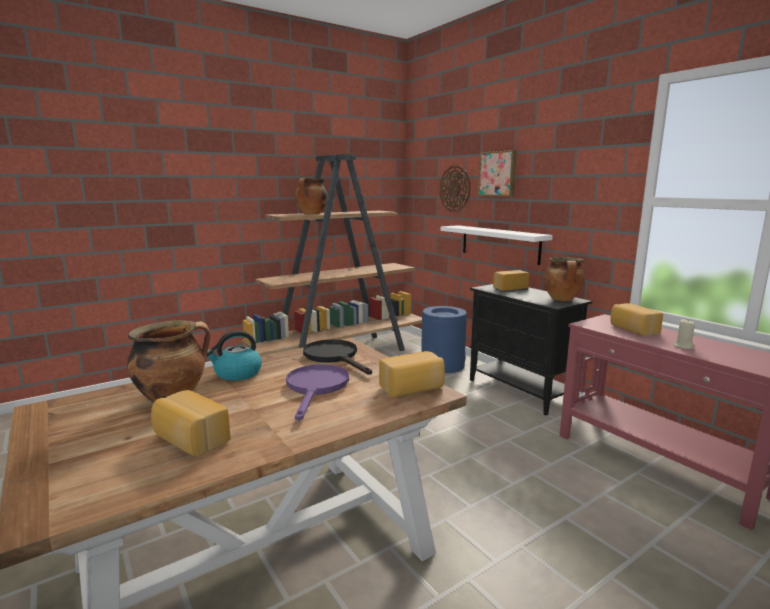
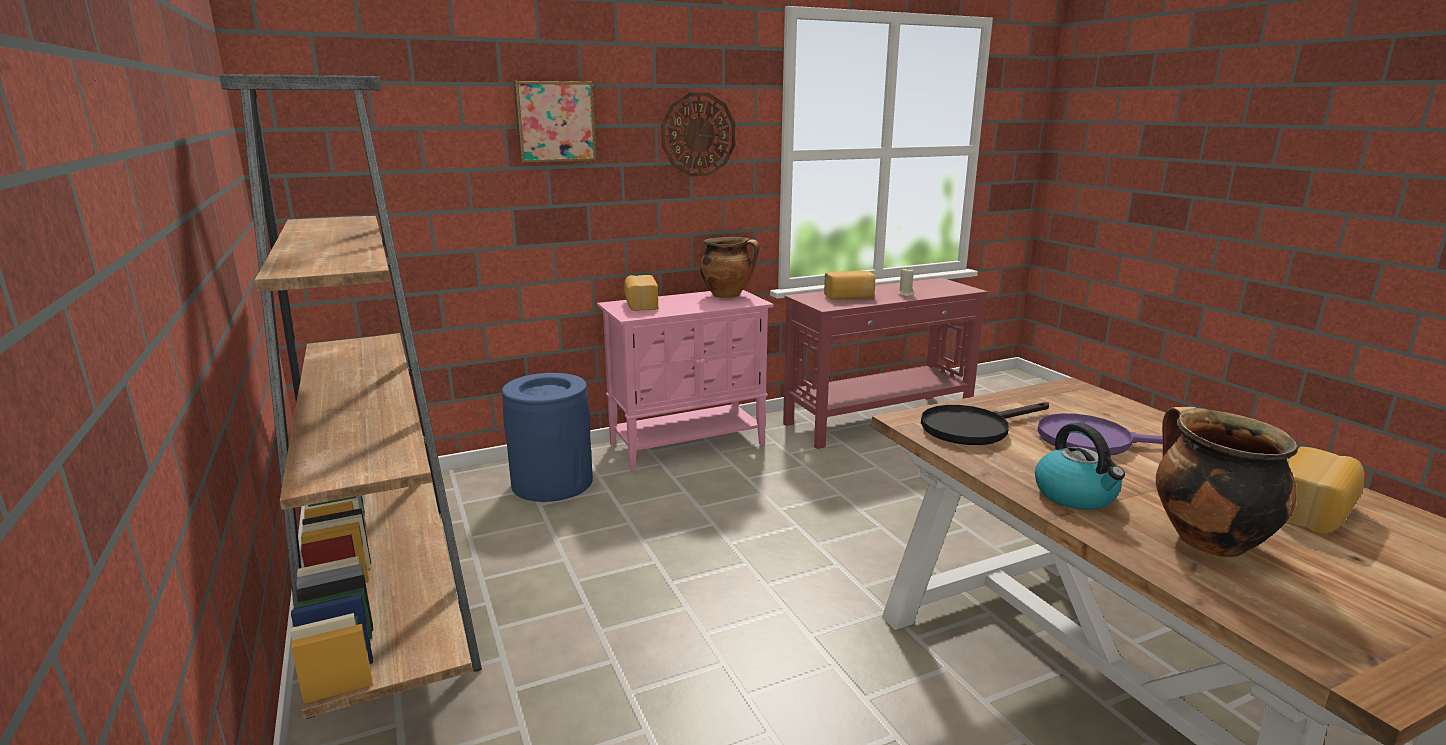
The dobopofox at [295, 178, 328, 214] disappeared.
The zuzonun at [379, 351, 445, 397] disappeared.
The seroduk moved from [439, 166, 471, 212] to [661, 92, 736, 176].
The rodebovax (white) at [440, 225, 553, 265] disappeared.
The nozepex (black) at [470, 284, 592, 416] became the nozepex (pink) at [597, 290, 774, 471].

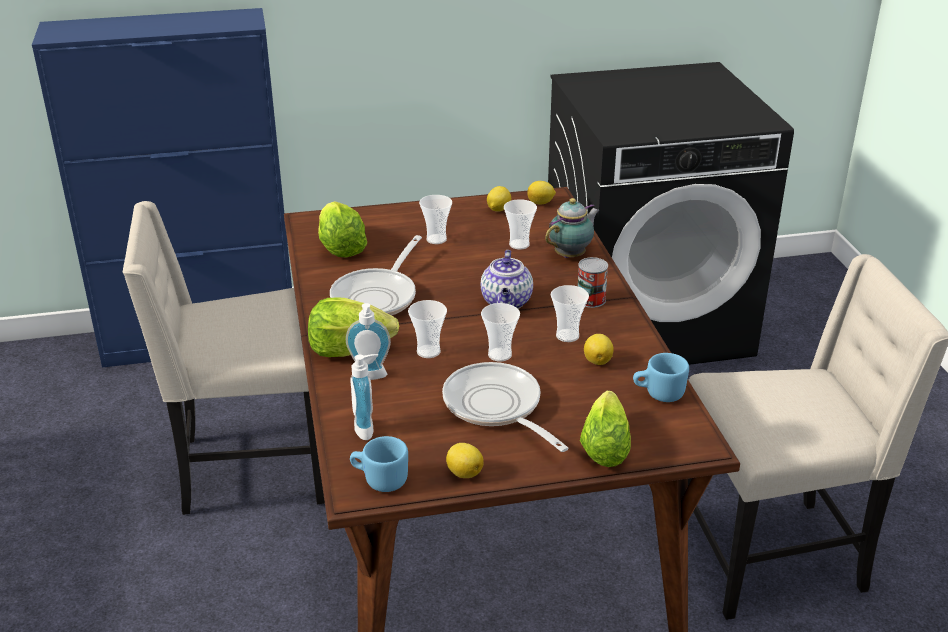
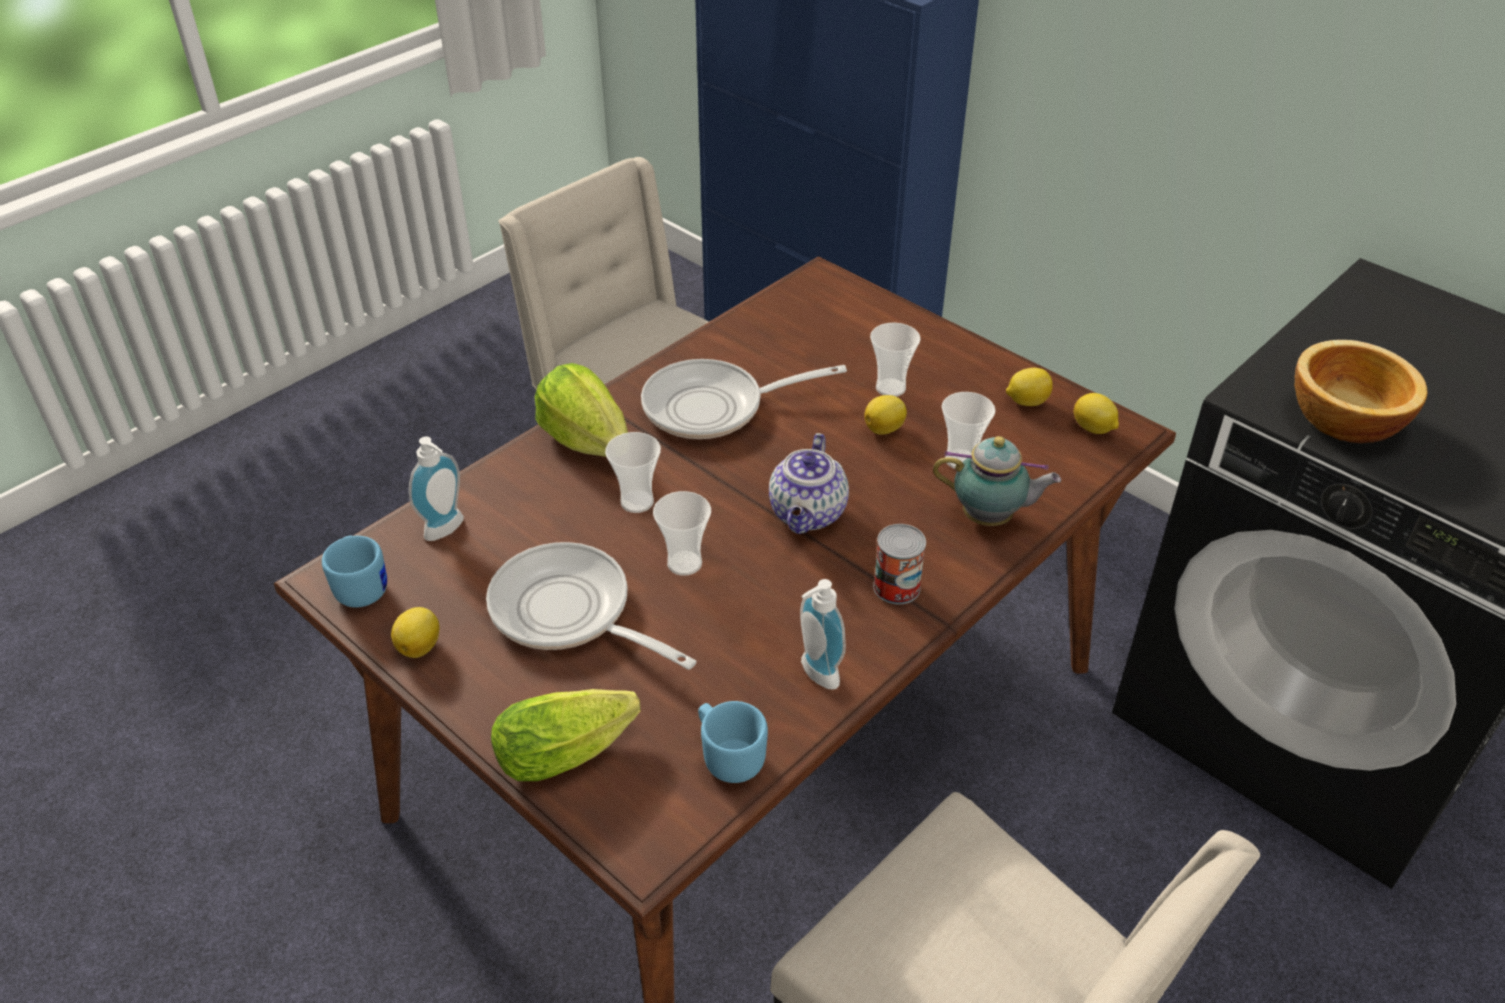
The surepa at [318, 201, 367, 257] disappeared.
The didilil moved from [346, 303, 391, 380] to [800, 579, 846, 690].
The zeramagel at [442, 362, 568, 452] turned 75 degrees counterclockwise.
The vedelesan at [481, 250, 533, 309] turned 45 degrees counterclockwise.
The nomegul at [551, 285, 589, 342] disappeared.
The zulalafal moved from [584, 334, 614, 365] to [864, 395, 907, 435].
The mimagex at [1294, 340, 1428, 443] appeared.

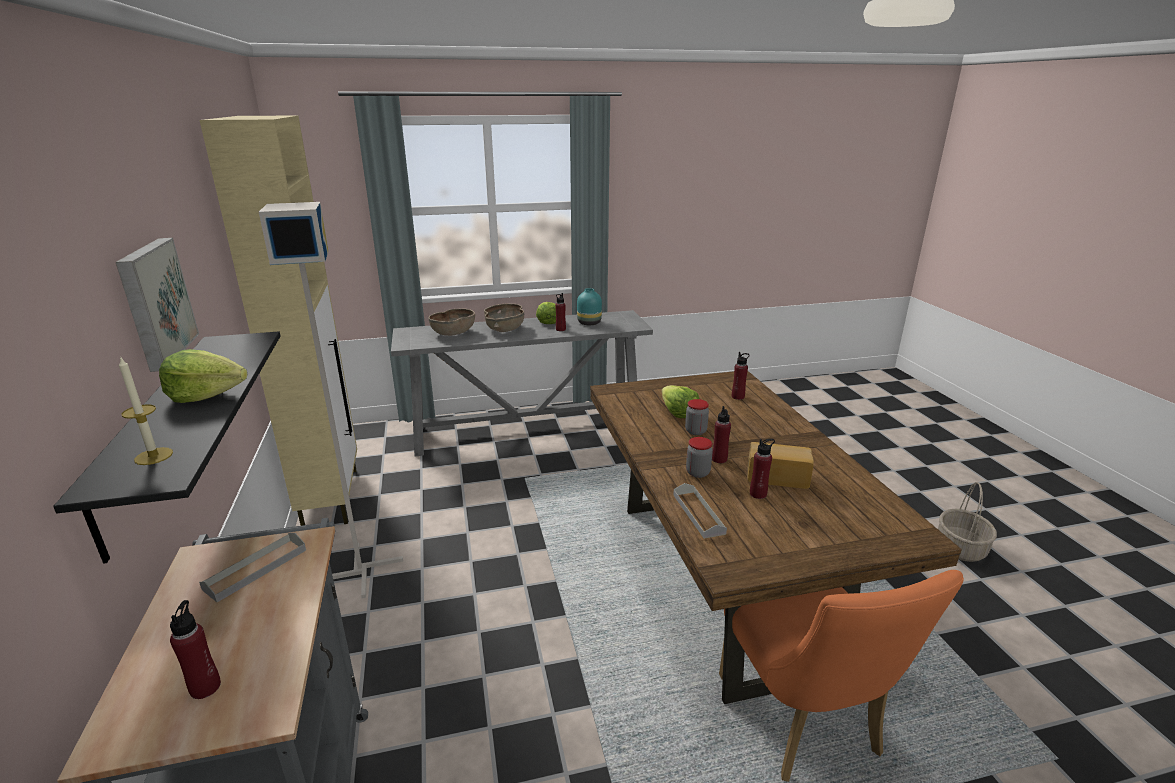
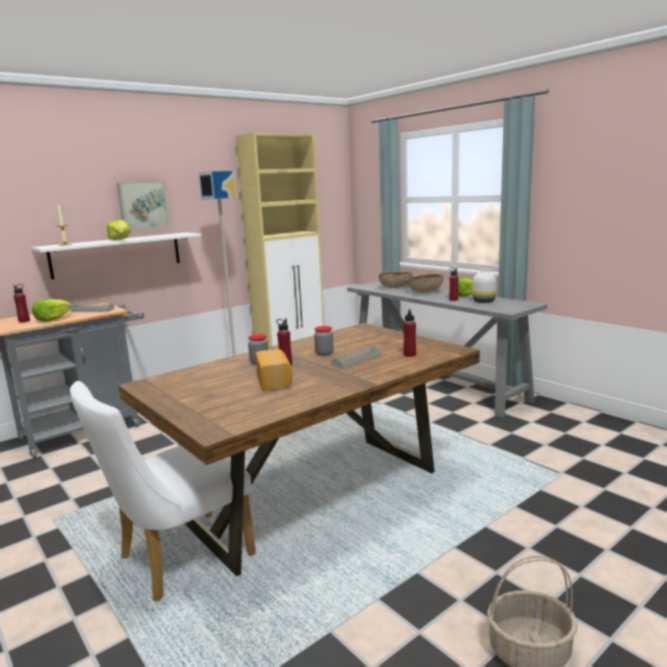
The rodebovax (black) at [53, 331, 281, 564] became the rodebovax (white) at [31, 232, 201, 279].
The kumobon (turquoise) at [577, 288, 602, 325] became the kumobon (white) at [473, 269, 496, 303].
The surepa moved from [662, 385, 699, 418] to [32, 299, 71, 322].
The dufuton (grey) moved from [673, 483, 727, 539] to [331, 346, 381, 369].
The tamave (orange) at [719, 570, 964, 782] became the tamave (white) at [70, 381, 256, 602].
The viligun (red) at [750, 439, 775, 499] disappeared.

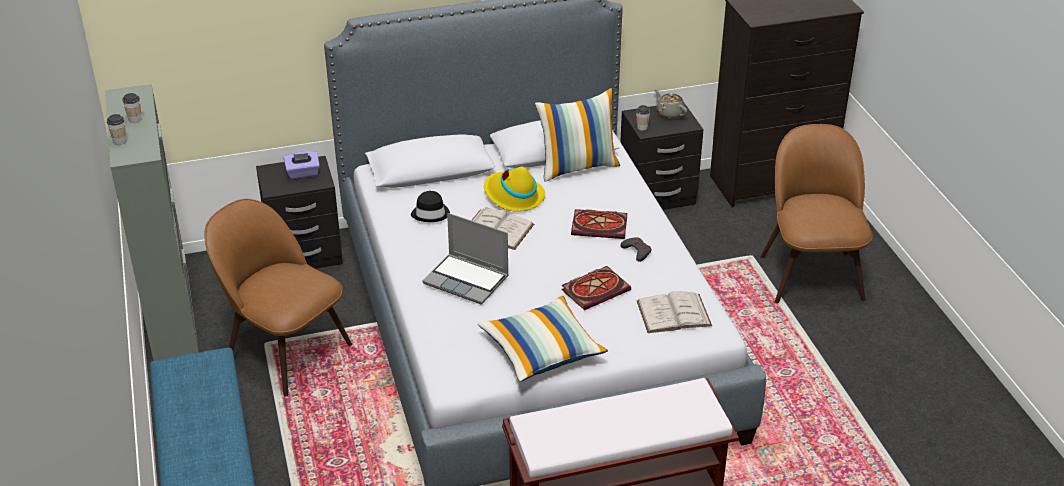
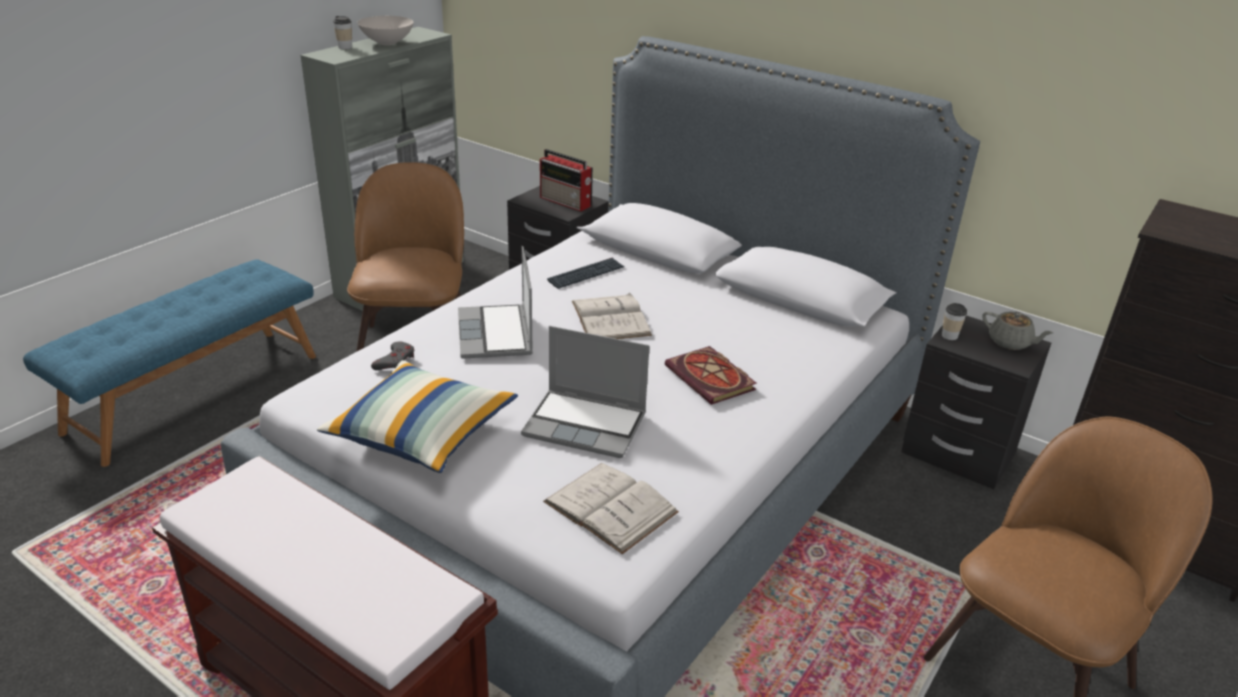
The nomegul at [122, 93, 142, 123] was replaced by the mimagex (white) at [357, 16, 414, 45].
The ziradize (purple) at [283, 151, 320, 179] was replaced by the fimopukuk at [540, 149, 593, 212].
The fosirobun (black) at [411, 191, 450, 222] was replaced by the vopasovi at [547, 258, 624, 289].
The fosirobun (yellow) at [484, 167, 545, 212] disappeared.
The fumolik at [535, 88, 620, 182] disappeared.
The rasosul at [561, 266, 631, 310] was replaced by the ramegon at [521, 326, 650, 458].
The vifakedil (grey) moved from [620, 237, 652, 262] to [371, 341, 414, 370].
The vedelesan (grey) at [654, 89, 687, 119] turned 120 degrees clockwise.

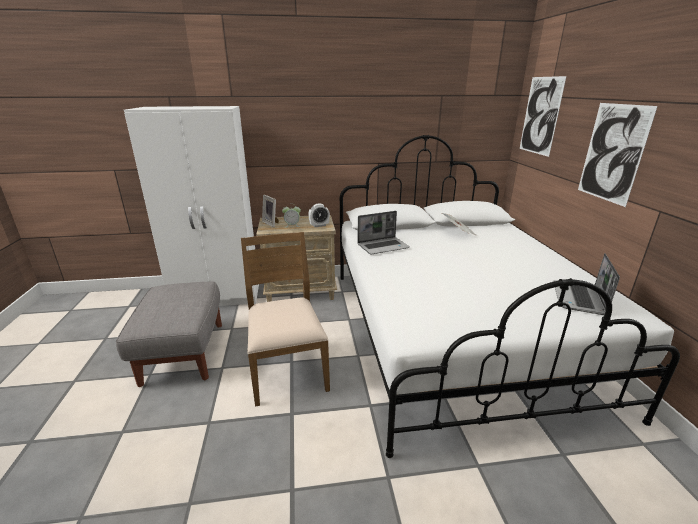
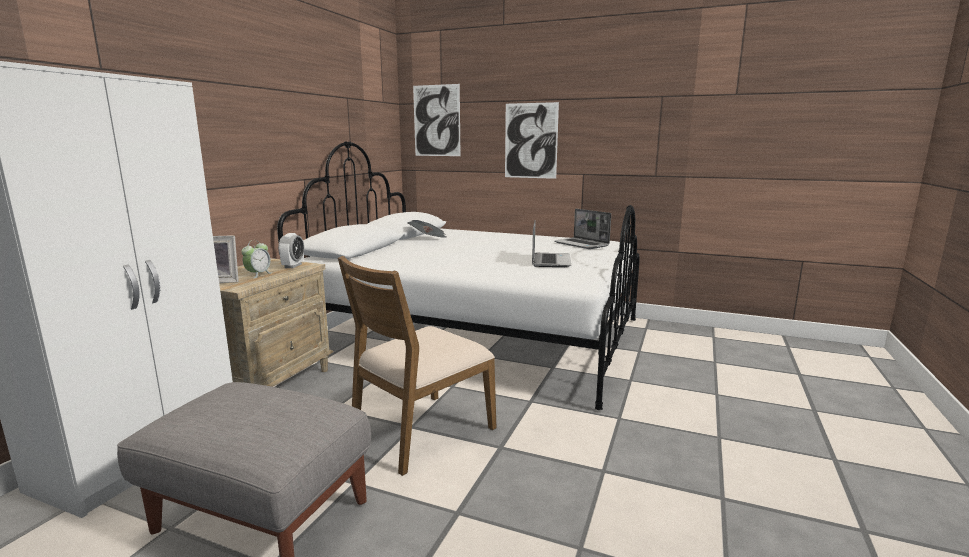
The tamave (brown) at [241, 232, 330, 407] turned 60 degrees counterclockwise.
The ramegon moved from [357, 211, 410, 254] to [532, 220, 571, 267].

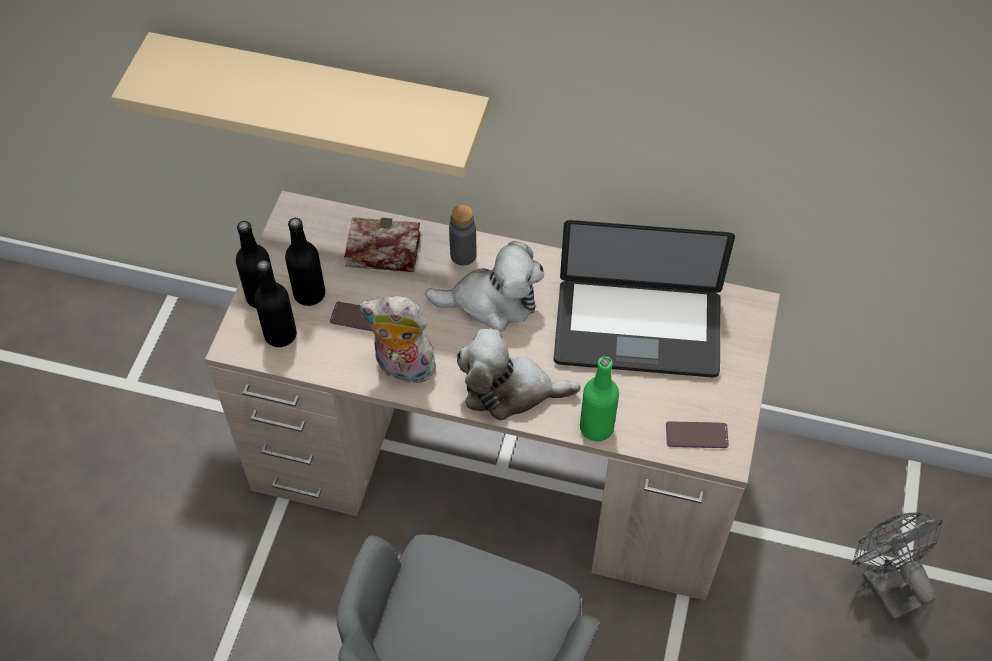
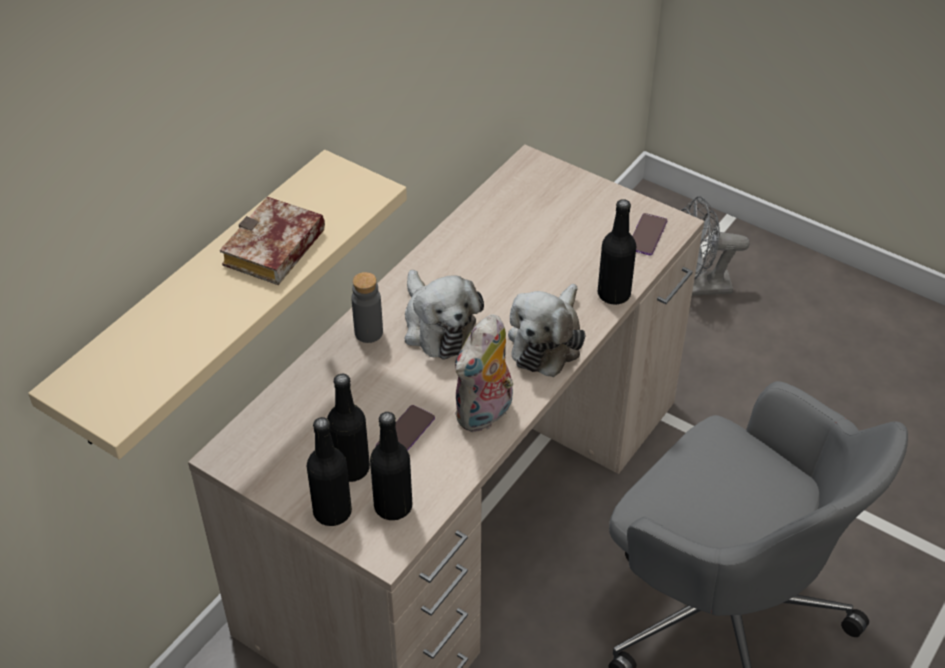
The rasosul moved from [344, 217, 421, 272] to [220, 197, 325, 285].
The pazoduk at [425, 241, 544, 332] turned 135 degrees clockwise.
The ramegon at [554, 220, 735, 377] disappeared.
The viligun (green) at [580, 356, 619, 441] became the viligun (black) at [598, 199, 636, 305].

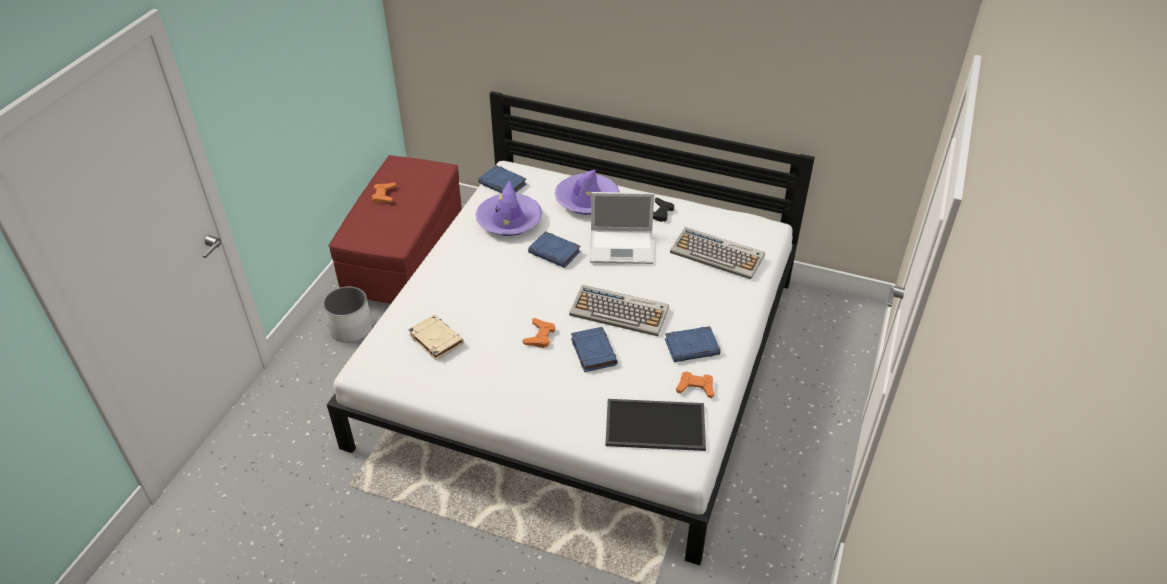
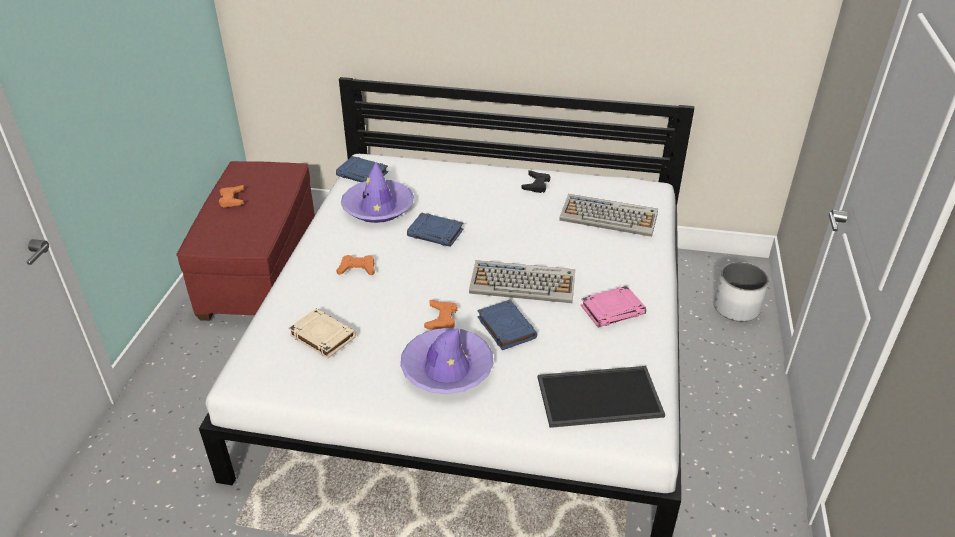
The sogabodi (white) moved from [323, 286, 372, 342] to [714, 262, 769, 322].
The fosirobun (purple) moved from [555, 170, 620, 215] to [401, 328, 494, 394].
The ramegon at [590, 192, 654, 264] disappeared.
The rasosul (blue) at [665, 326, 720, 362] became the rasosul (pink) at [581, 286, 646, 328].
The vifakedil (orange) moved from [676, 372, 714, 398] to [336, 255, 375, 275].

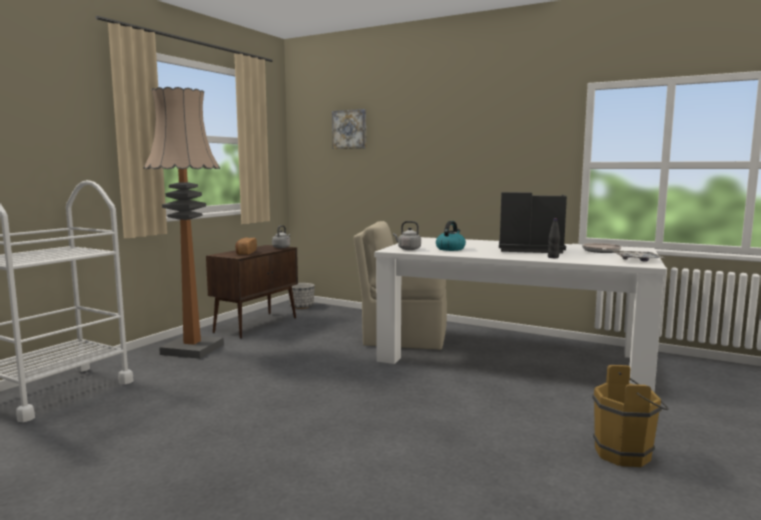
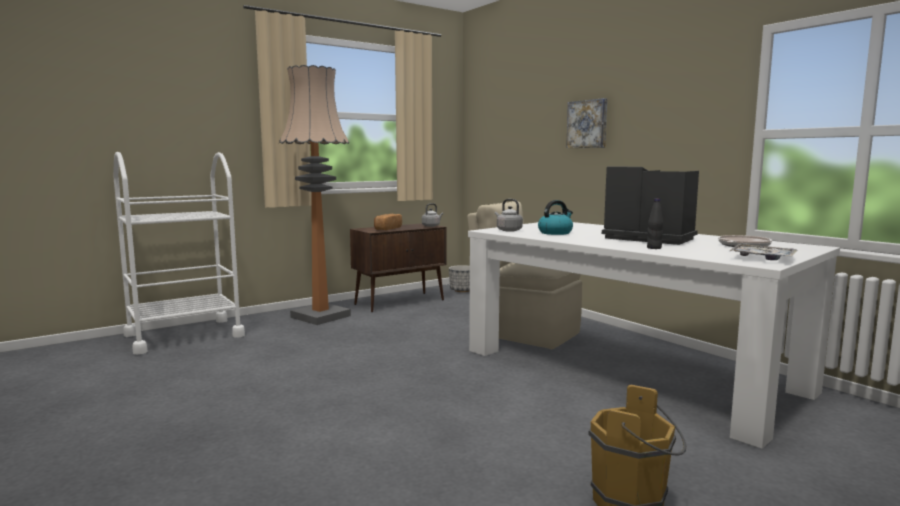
The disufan moved from [332, 109, 366, 149] to [566, 98, 607, 148].

